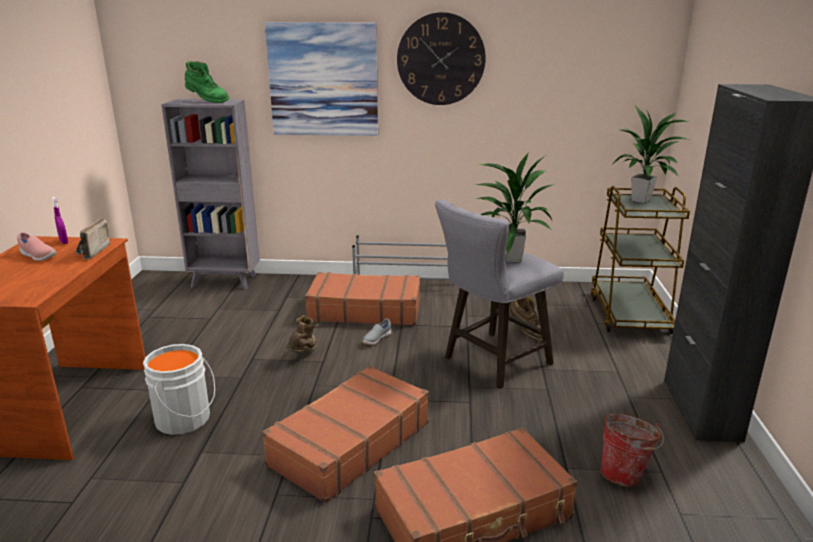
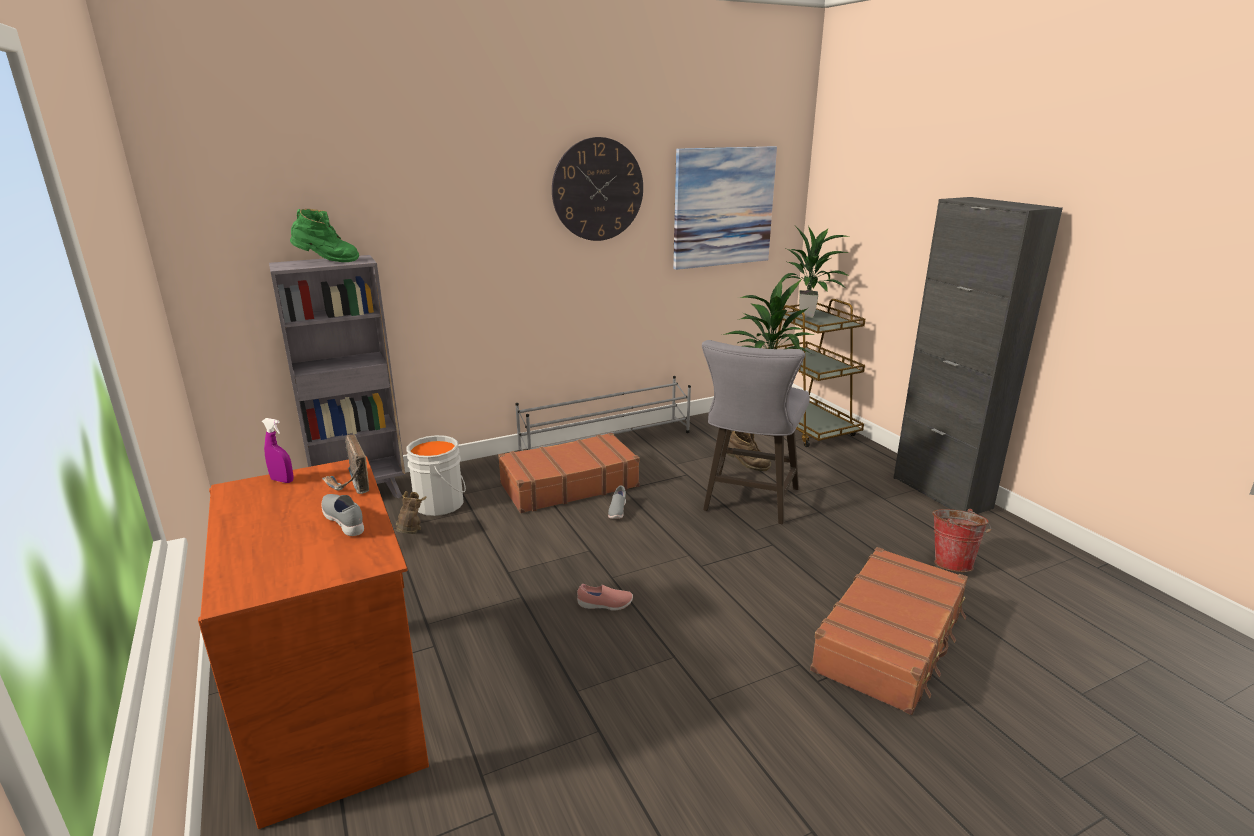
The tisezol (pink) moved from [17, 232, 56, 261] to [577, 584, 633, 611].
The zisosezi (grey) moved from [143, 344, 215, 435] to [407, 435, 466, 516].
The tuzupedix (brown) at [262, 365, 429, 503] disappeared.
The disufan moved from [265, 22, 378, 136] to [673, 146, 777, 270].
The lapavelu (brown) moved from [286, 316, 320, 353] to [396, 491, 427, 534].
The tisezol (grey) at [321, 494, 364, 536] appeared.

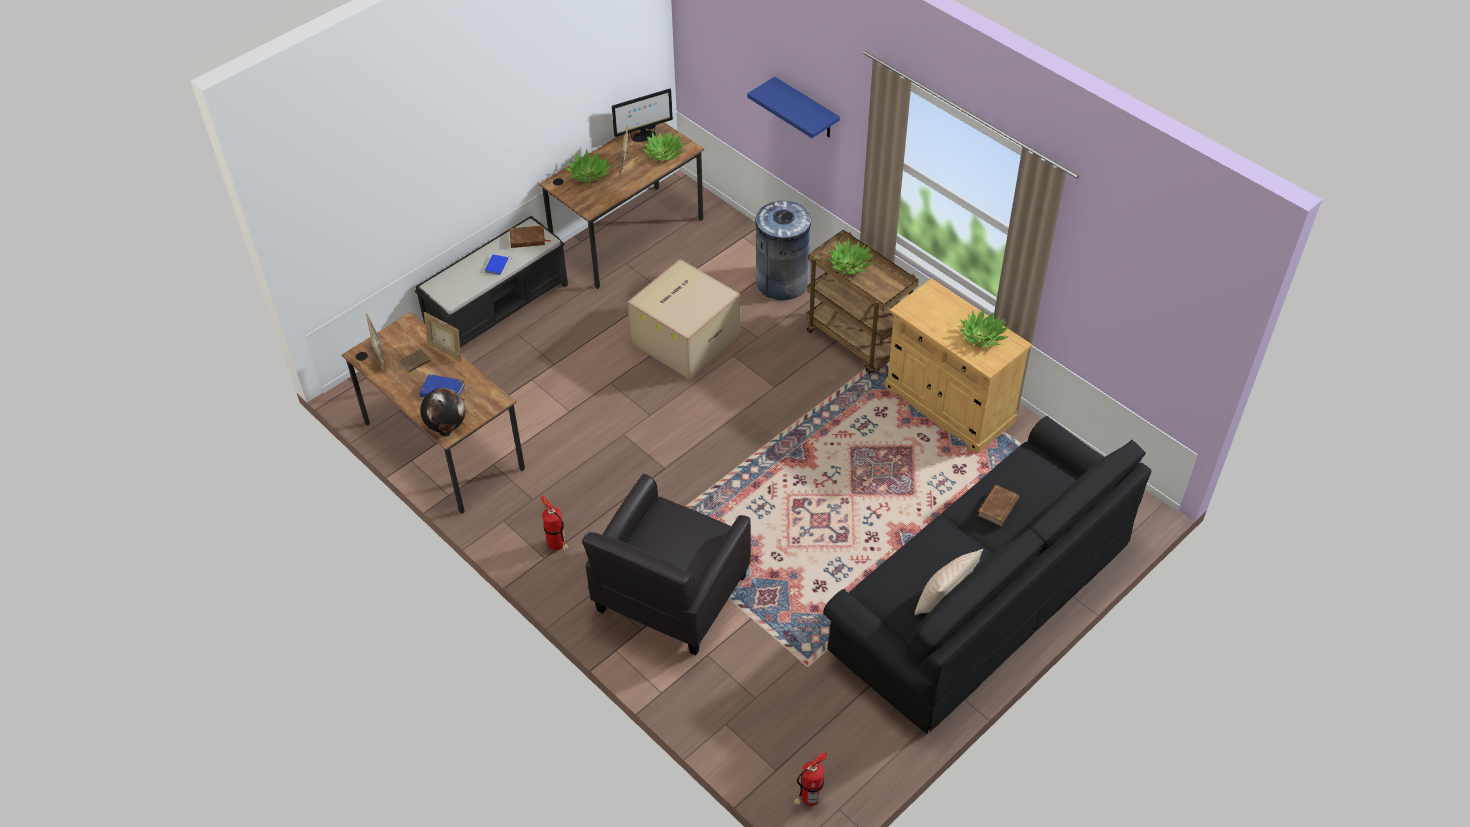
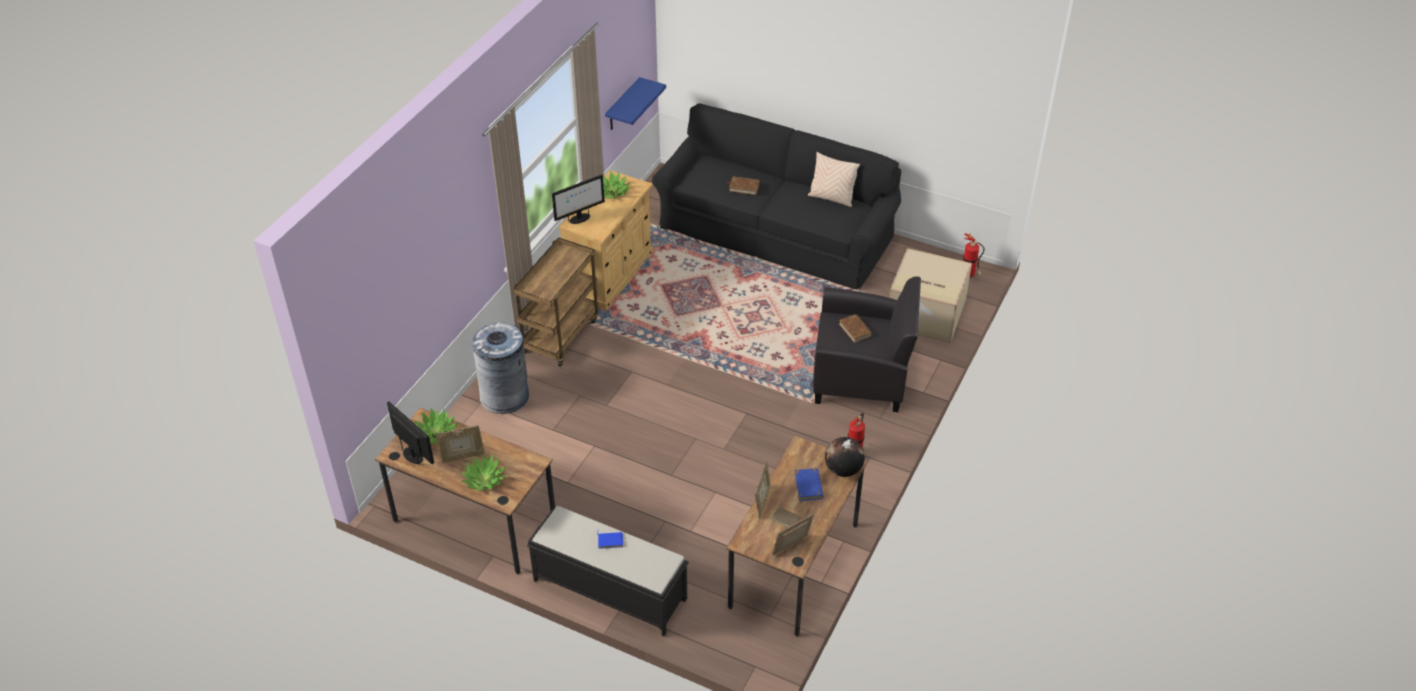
The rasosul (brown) moved from [510, 225, 551, 248] to [839, 314, 872, 343].
The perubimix moved from [627, 259, 741, 380] to [889, 248, 972, 343].
The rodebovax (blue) moved from [747, 77, 840, 138] to [605, 77, 666, 130].
The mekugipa at [828, 238, 874, 274] disappeared.
The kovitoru at [552, 175, 605, 224] appeared.

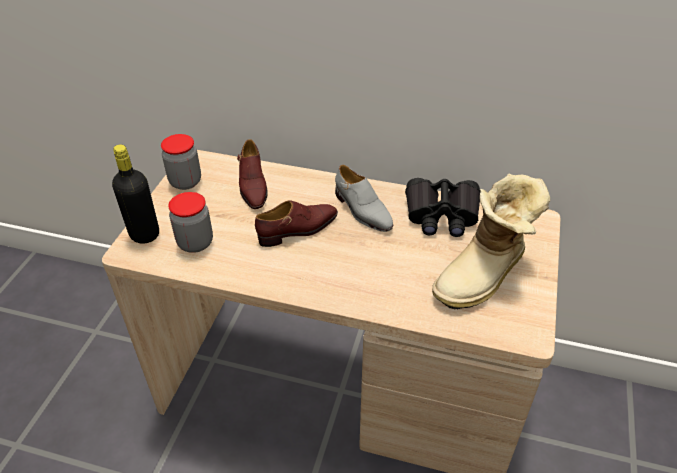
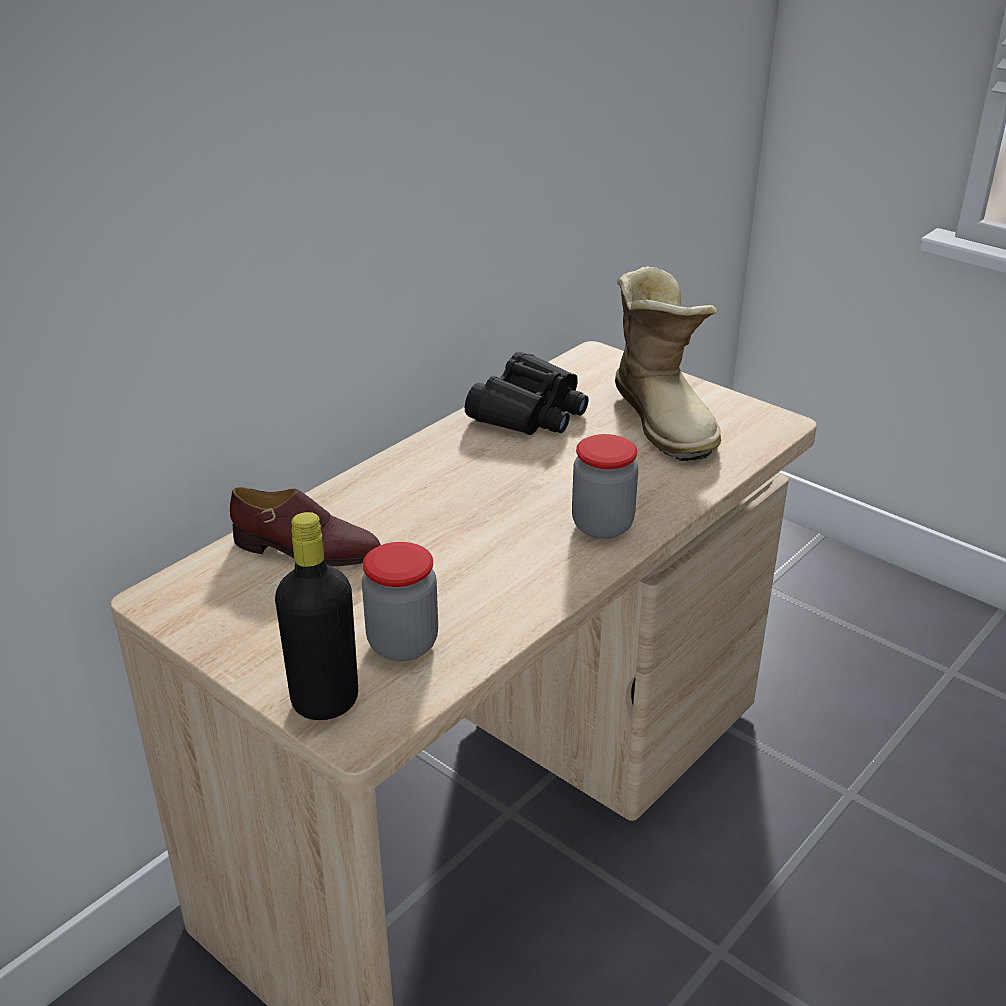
The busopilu moved from [161, 134, 201, 190] to [572, 434, 638, 539].
The tisezol (brown) at [255, 200, 338, 247] disappeared.
The tisezol (grey) at [335, 165, 393, 232] disappeared.

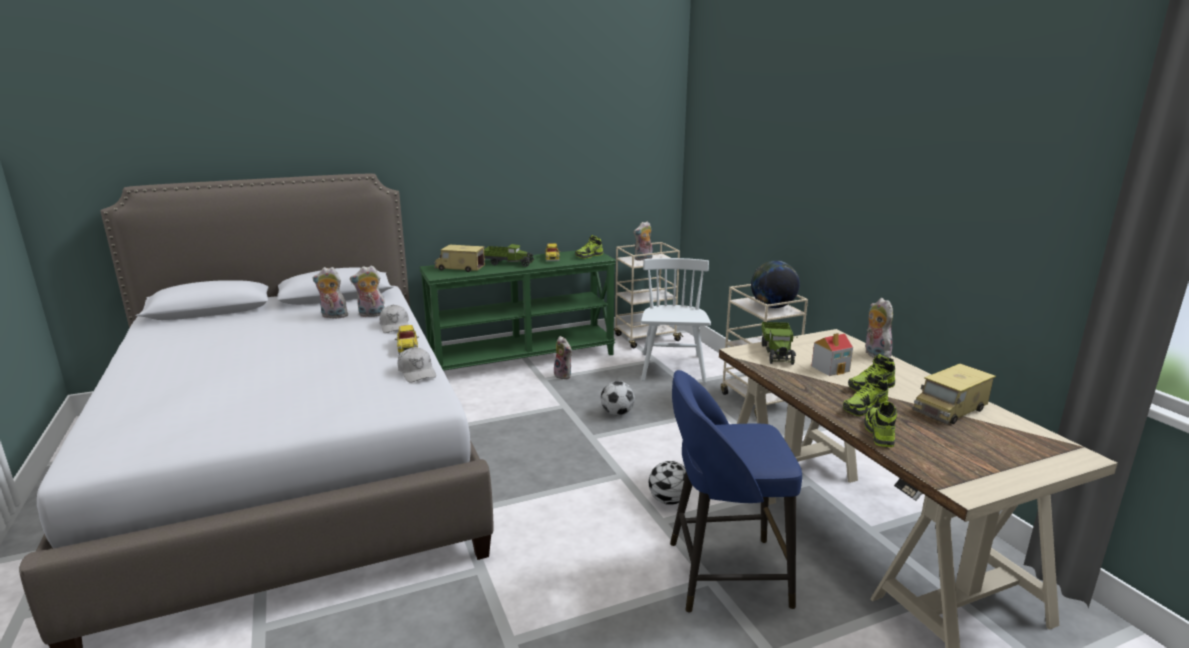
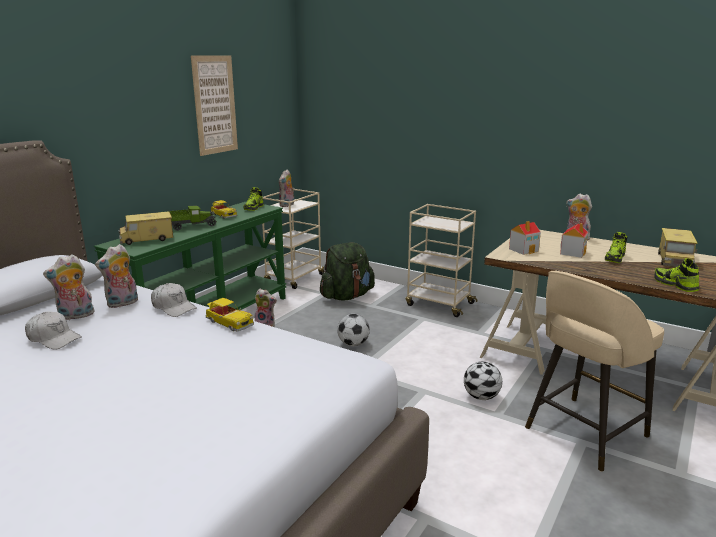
The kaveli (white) moved from [398, 347, 436, 383] to [25, 312, 82, 350].
The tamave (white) at [641, 258, 711, 383] was replaced by the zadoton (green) at [320, 242, 375, 301].
The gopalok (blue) at [670, 370, 802, 613] became the gopalok (beige) at [525, 271, 664, 472].
The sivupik at [751, 261, 800, 308] disappeared.
The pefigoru at [761, 322, 798, 365] was replaced by the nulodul at [509, 221, 541, 255].
The tisezol at [843, 372, 889, 416] disappeared.
The disufan at [191, 55, 238, 156] appeared.

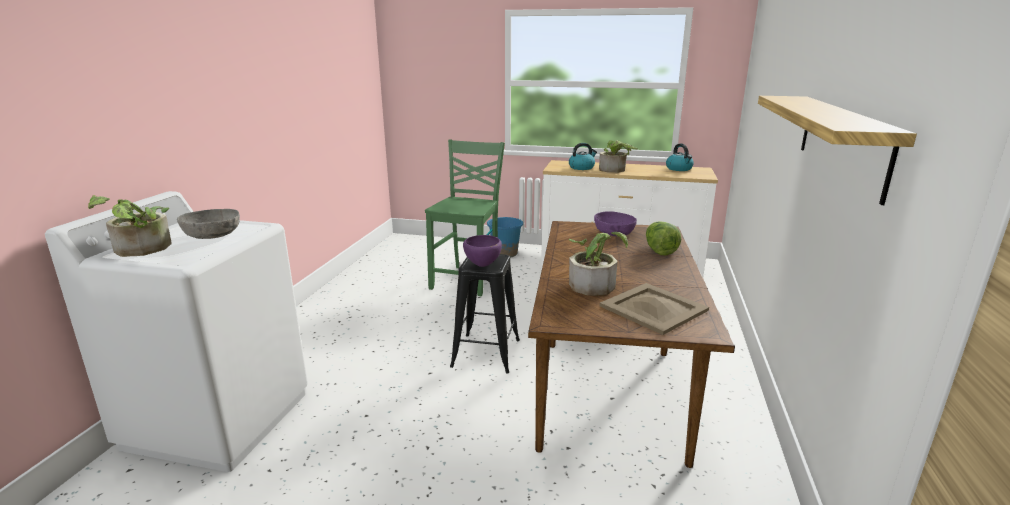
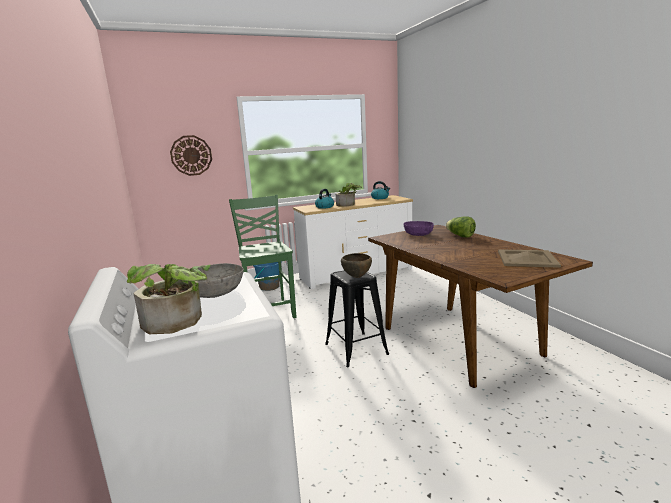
The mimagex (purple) at [463, 235, 502, 267] became the mimagex (brown) at [341, 253, 372, 278].
The mekugipa at [569, 232, 628, 296] disappeared.
The rodebovax at [758, 96, 917, 205] disappeared.
The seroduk at [170, 135, 212, 176] appeared.

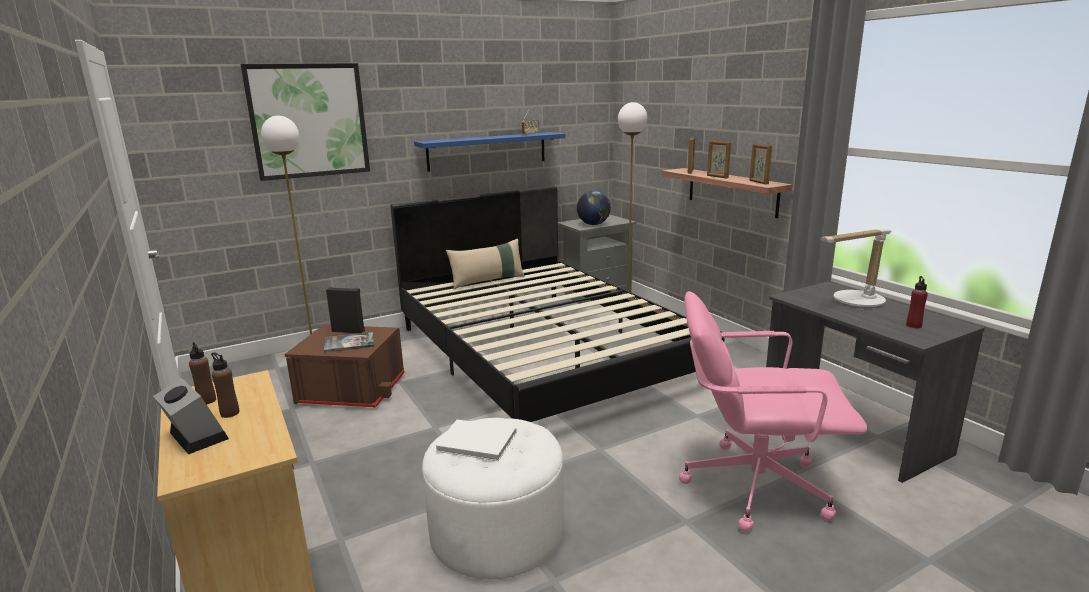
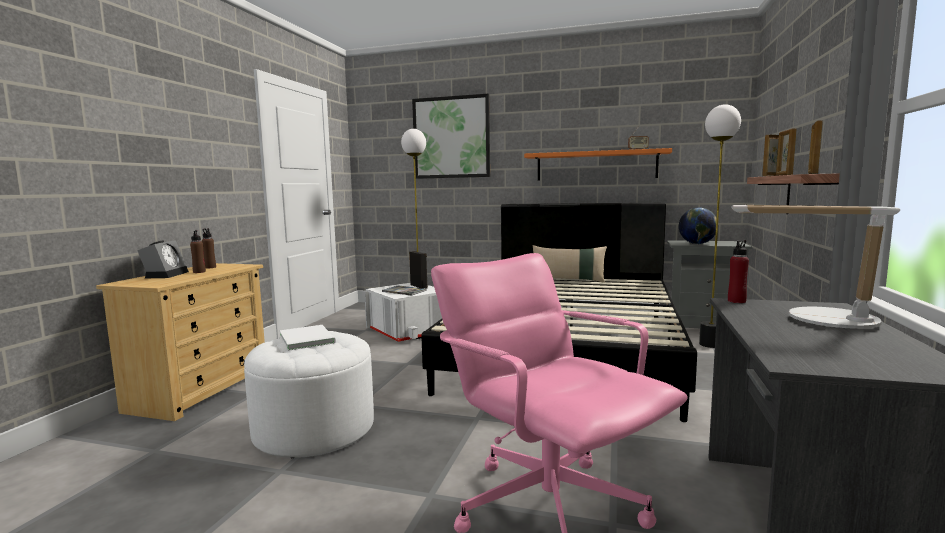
The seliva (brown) at [285, 325, 405, 407] became the seliva (white) at [364, 283, 442, 342].
The rodebovax (blue) at [414, 132, 566, 172] became the rodebovax (orange) at [524, 148, 672, 181].
The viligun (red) moved from [906, 276, 928, 328] to [728, 240, 749, 303].

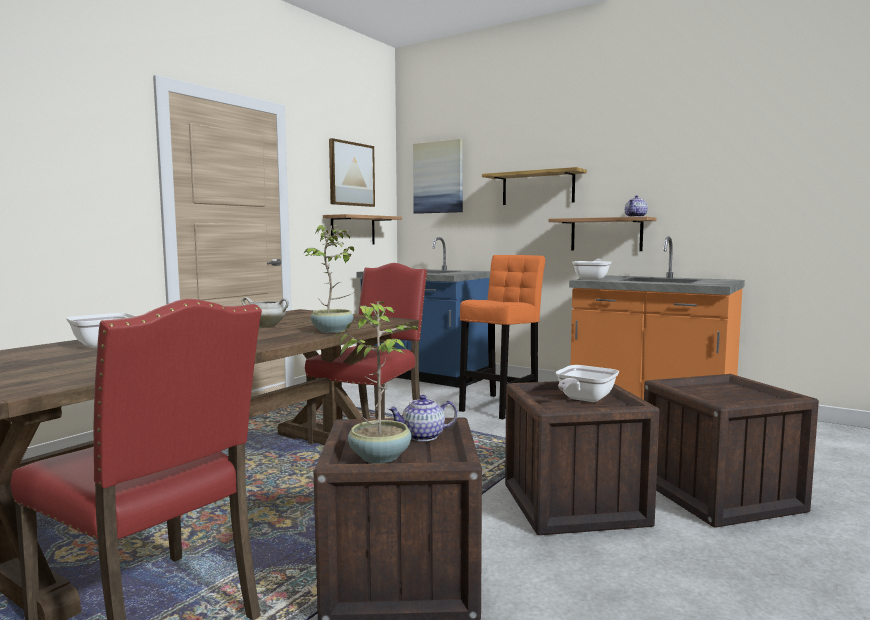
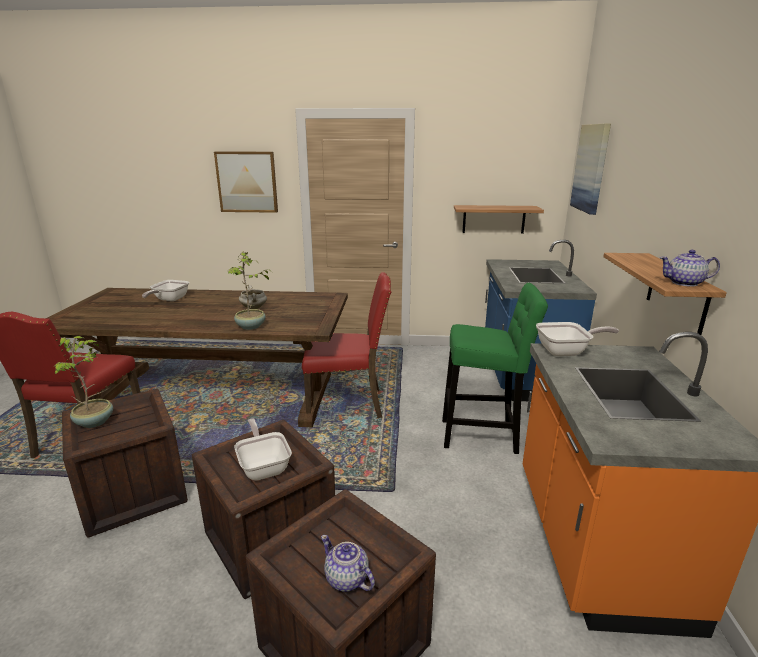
The disufan moved from [329, 138, 375, 207] to [214, 152, 278, 213].
The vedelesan moved from [388, 395, 457, 441] to [321, 535, 375, 592].
The gopalok (orange) at [459, 255, 545, 419] became the gopalok (green) at [442, 283, 548, 454].
The rodebovax at [482, 167, 587, 205] disappeared.
The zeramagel at [556, 365, 619, 402] turned 60 degrees clockwise.

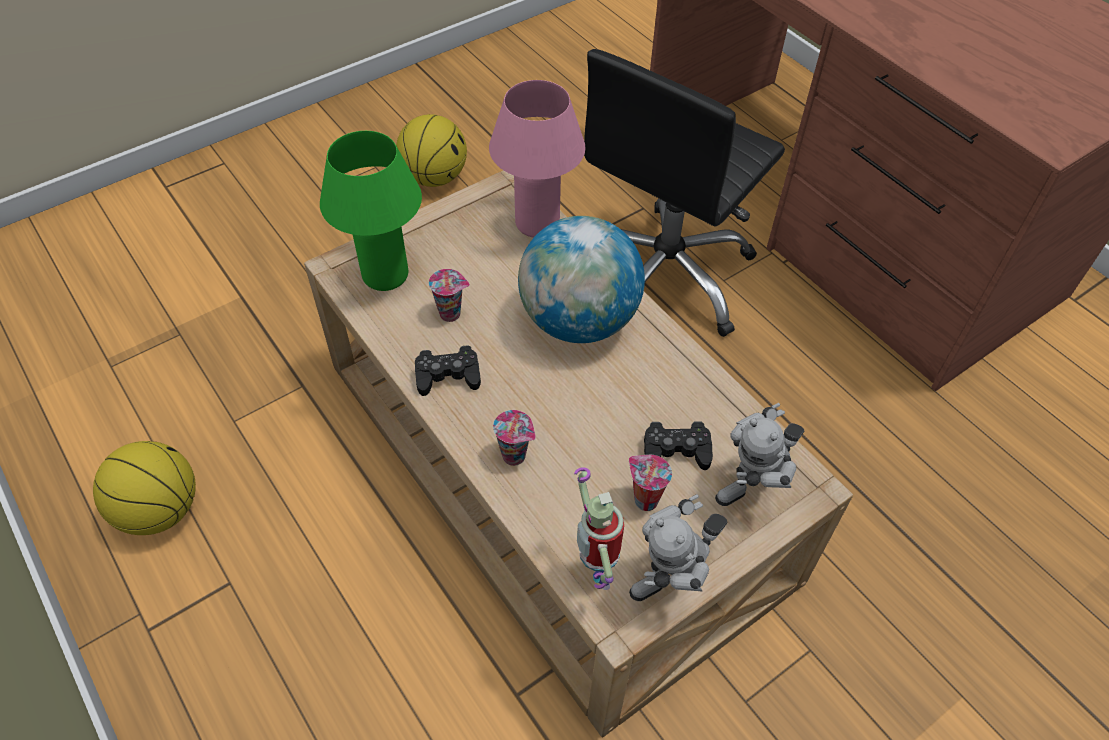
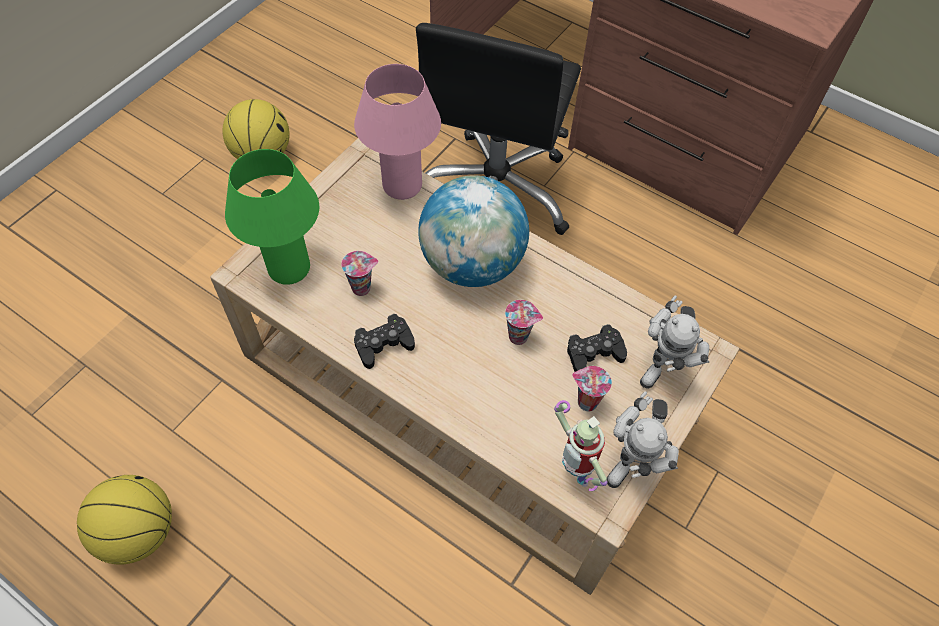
The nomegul moved from [493, 410, 536, 466] to [505, 300, 543, 345].

